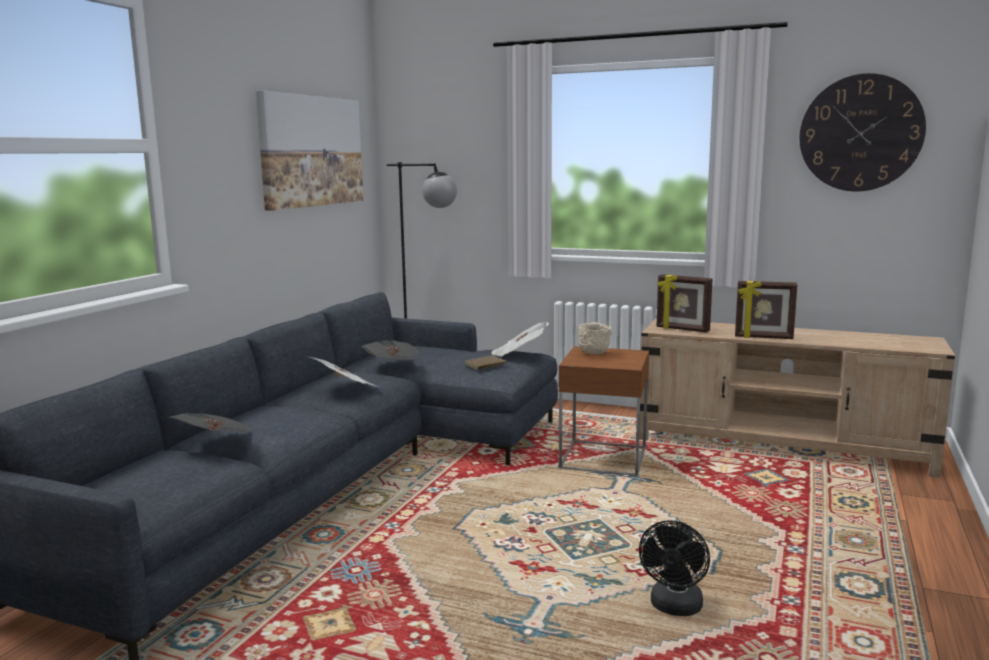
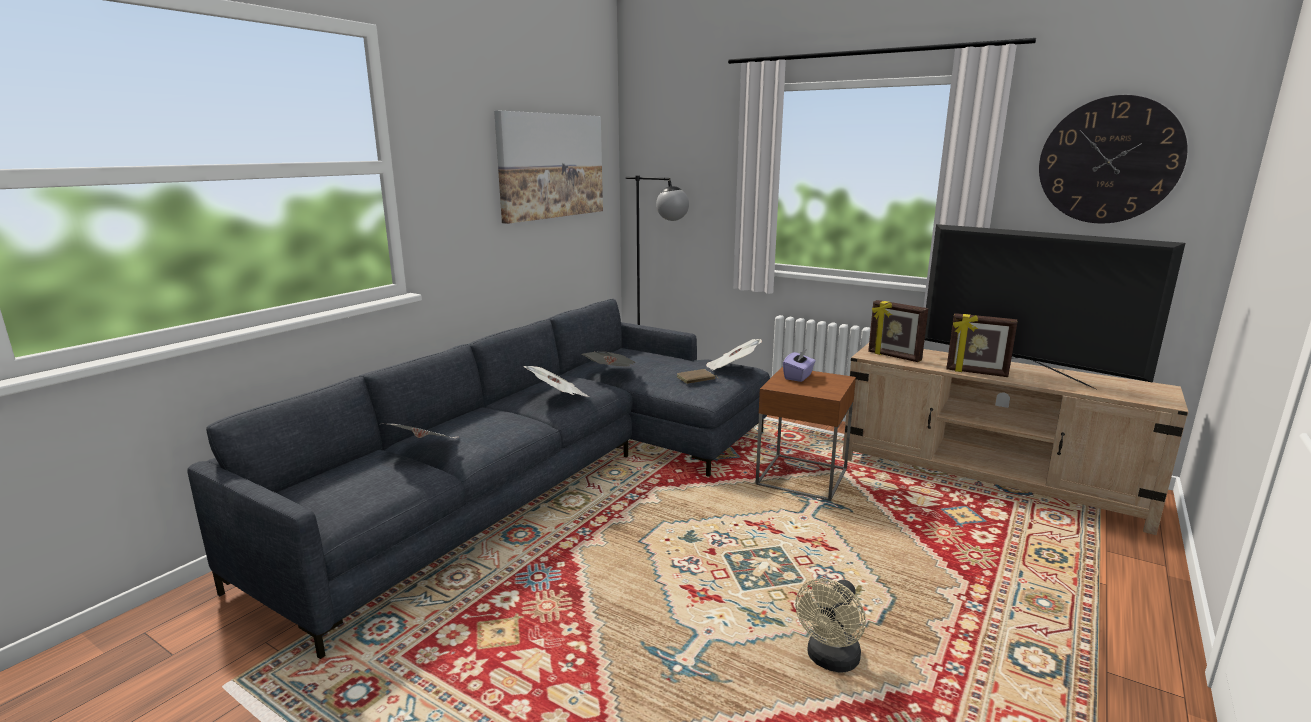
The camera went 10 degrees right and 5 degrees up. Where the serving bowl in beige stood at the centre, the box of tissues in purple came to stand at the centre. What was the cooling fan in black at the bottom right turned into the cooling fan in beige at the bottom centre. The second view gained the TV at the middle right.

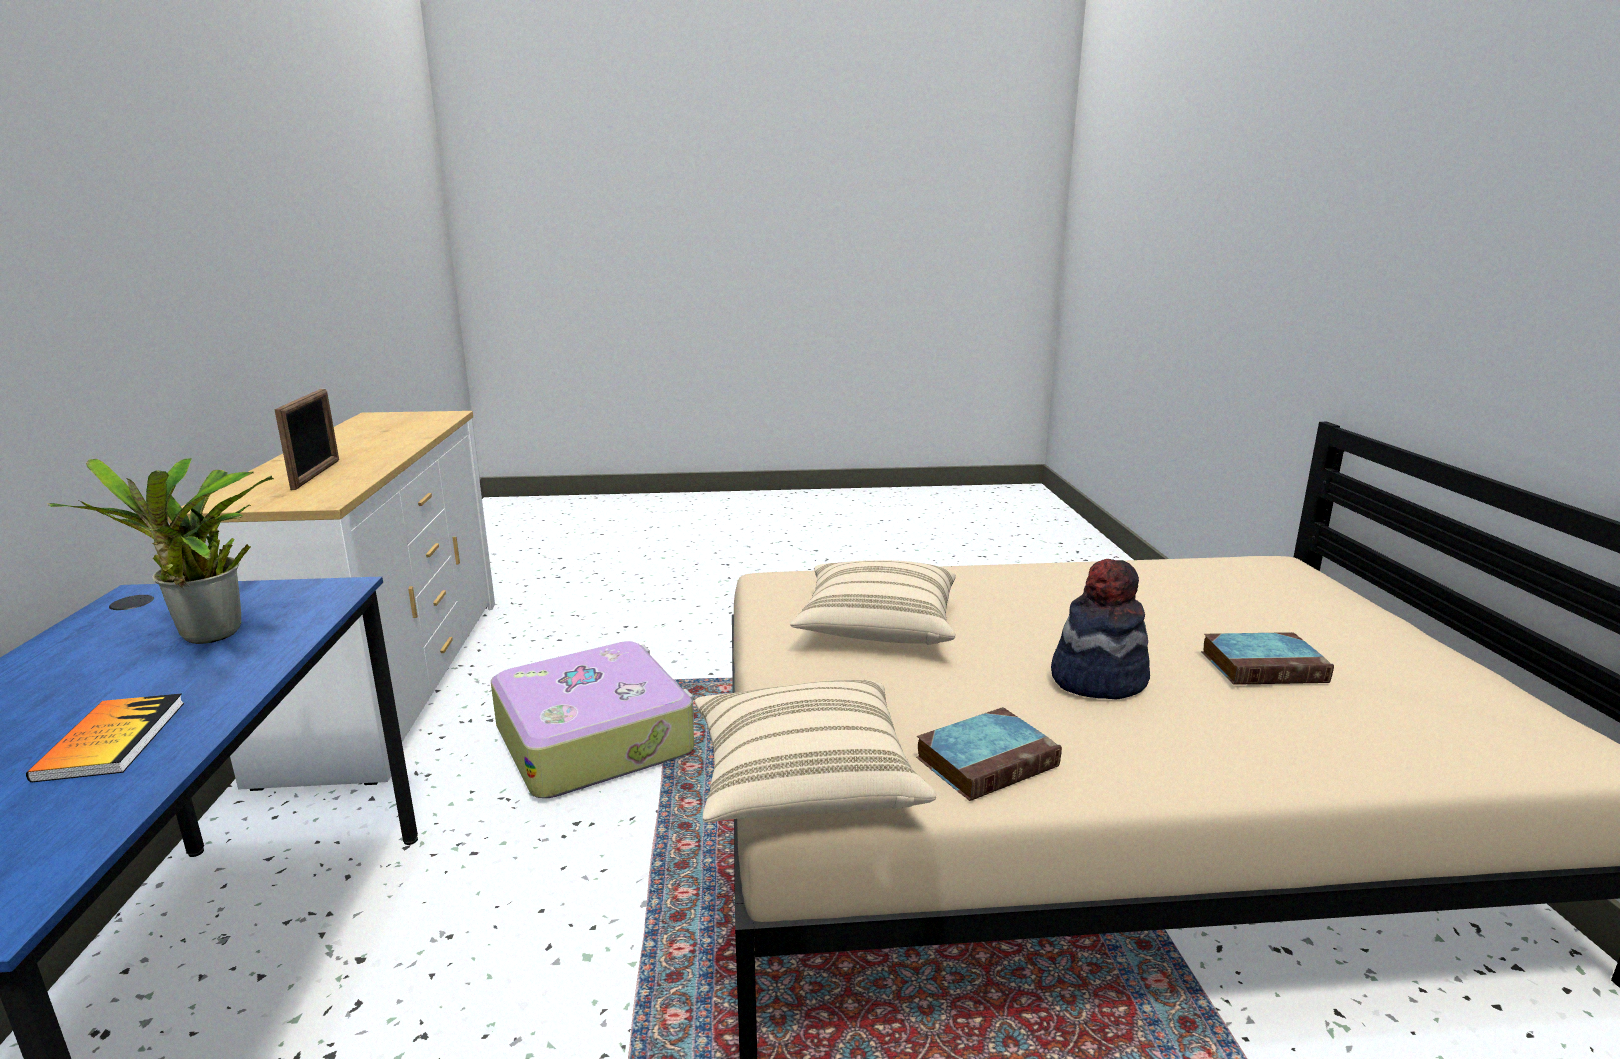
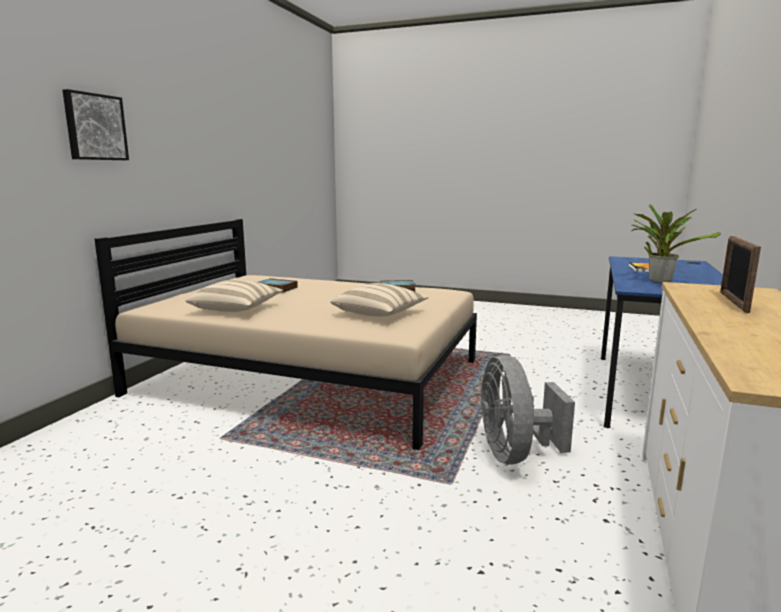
The camera went 155 degrees left and 5 degrees down. The second view gained the wall art at the top left. The throw pillow in beige (no. 1 from left) ended up elsewhere, having gone from the bottom centre to the middle left. Where the travel case stood at the bottom centre, the cooling fan in gray came to stand at the bottom right. The second view lost the hat at the middle right.

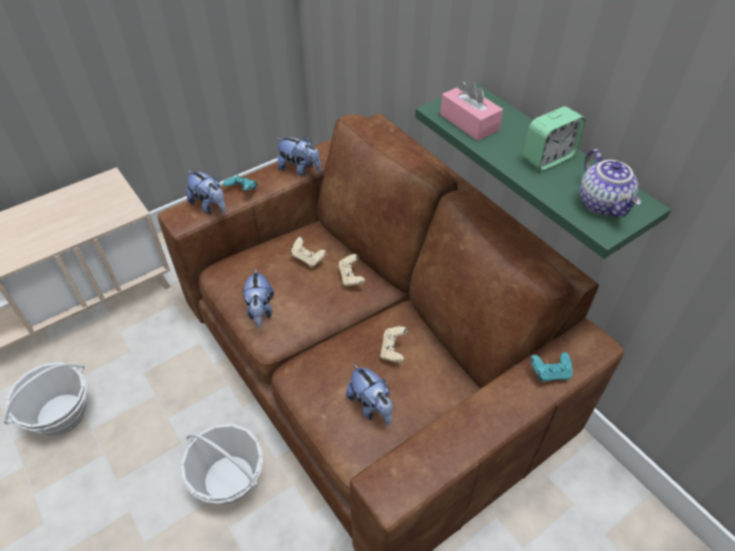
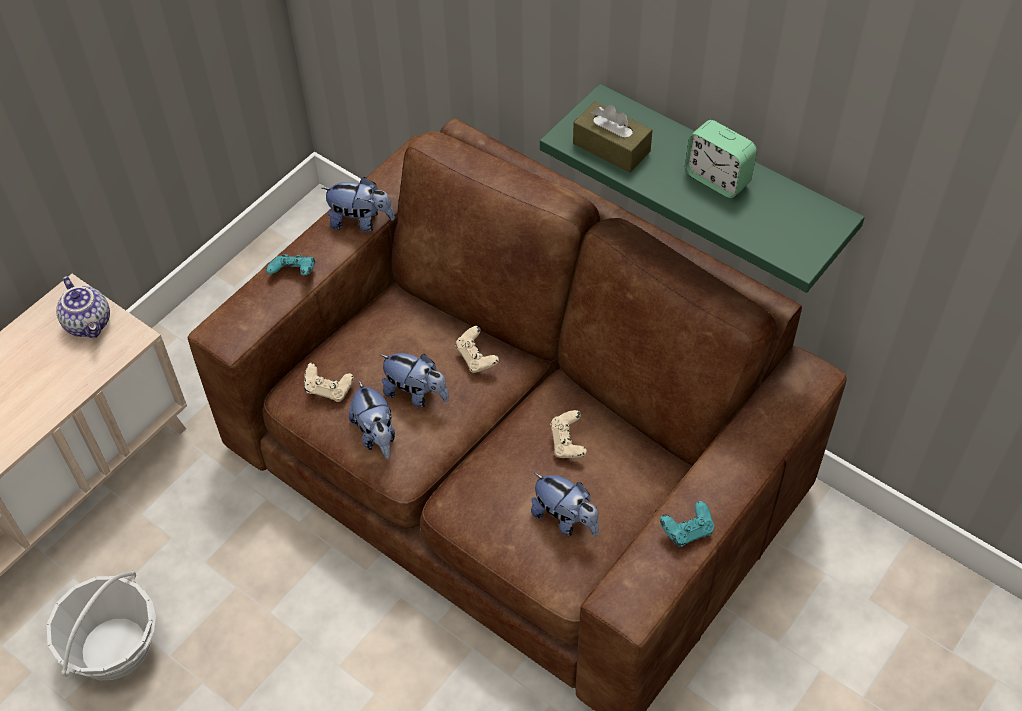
The camera went 15 degrees left and 5 degrees up. The teapot ended up elsewhere, having gone from the top right to the middle left. The joypad in beige (no. 1 from left) ended up elsewhere, having gone from the centre to the middle left. The soft toy (no. 1 from left in the first image) ended up elsewhere, having gone from the middle left to the centre. What was the box of tissues in pink-coloured at the top centre turned into the box of tissues in brownish at the top centre. The joypad in blue-green (no. 2 from left) ended up elsewhere, having gone from the middle right to the bottom right. The alarm clock at the top right ended up facing another way, 90 degrees clockwise from before. The second view lost the basket (no. 2 from left) at the bottom left.

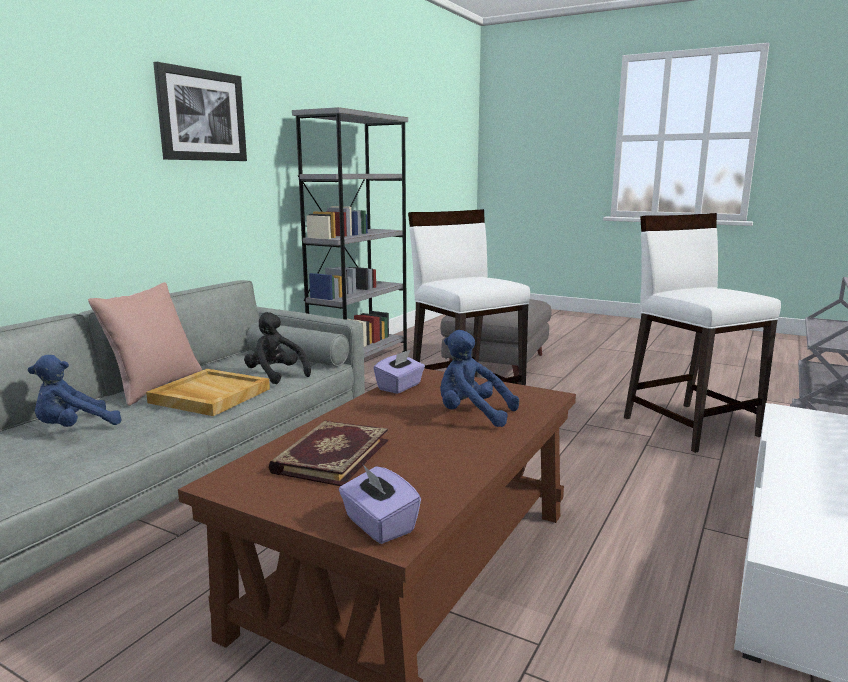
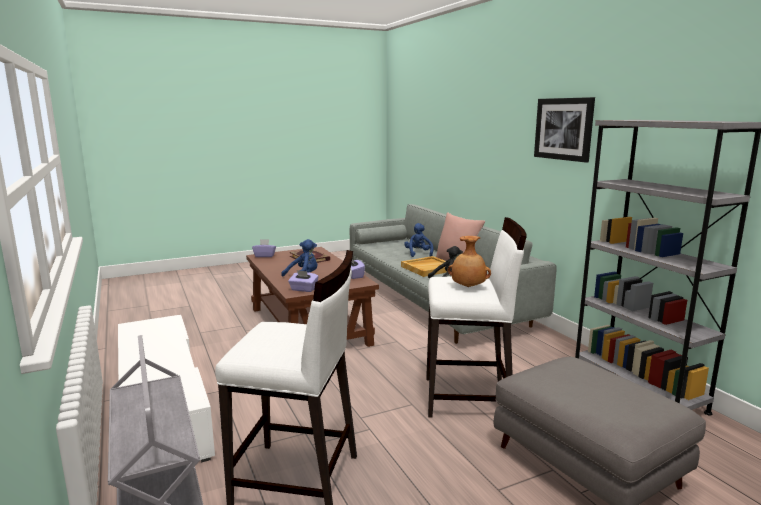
The camera went 125 degrees right and 0 degrees up. The second view gained the box of tissues in purple (no. 2 from left) at the centre. The second view gained the decorative vase in brownish at the centre.

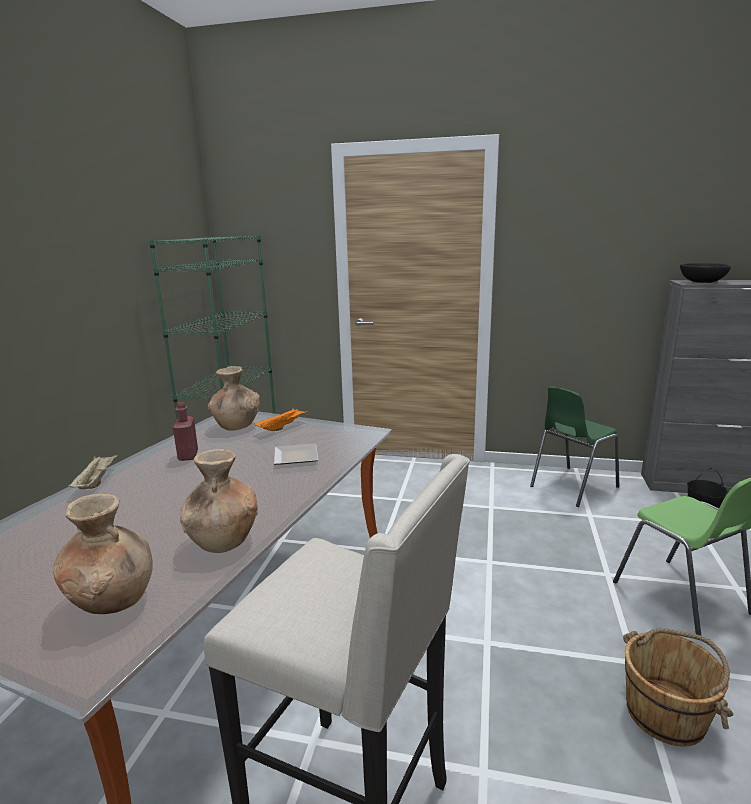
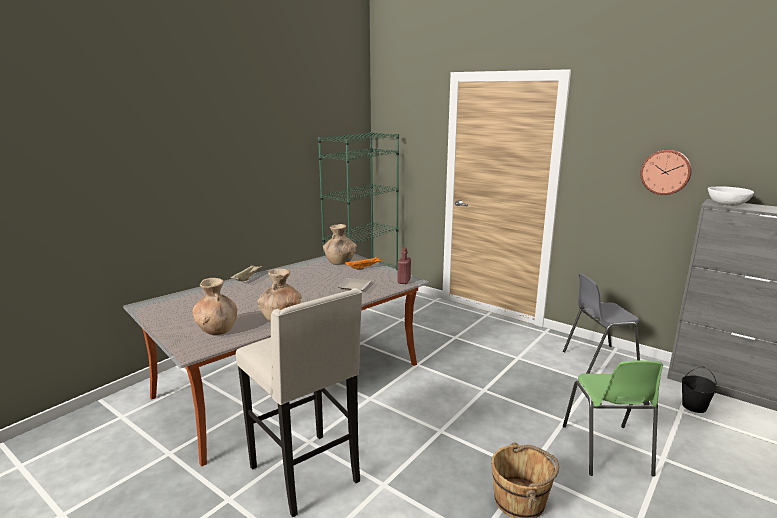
The camera went 25 degrees right and 0 degrees up. The bottle in red ended up elsewhere, having gone from the middle left to the centre. What was the chair in greenish (no. 1 from left) at the middle right turned into the chair in gray at the middle right. The second view gained the wall clock at the top right. What was the serving bowl in black at the middle right turned into the serving bowl in white-coloured at the middle right.

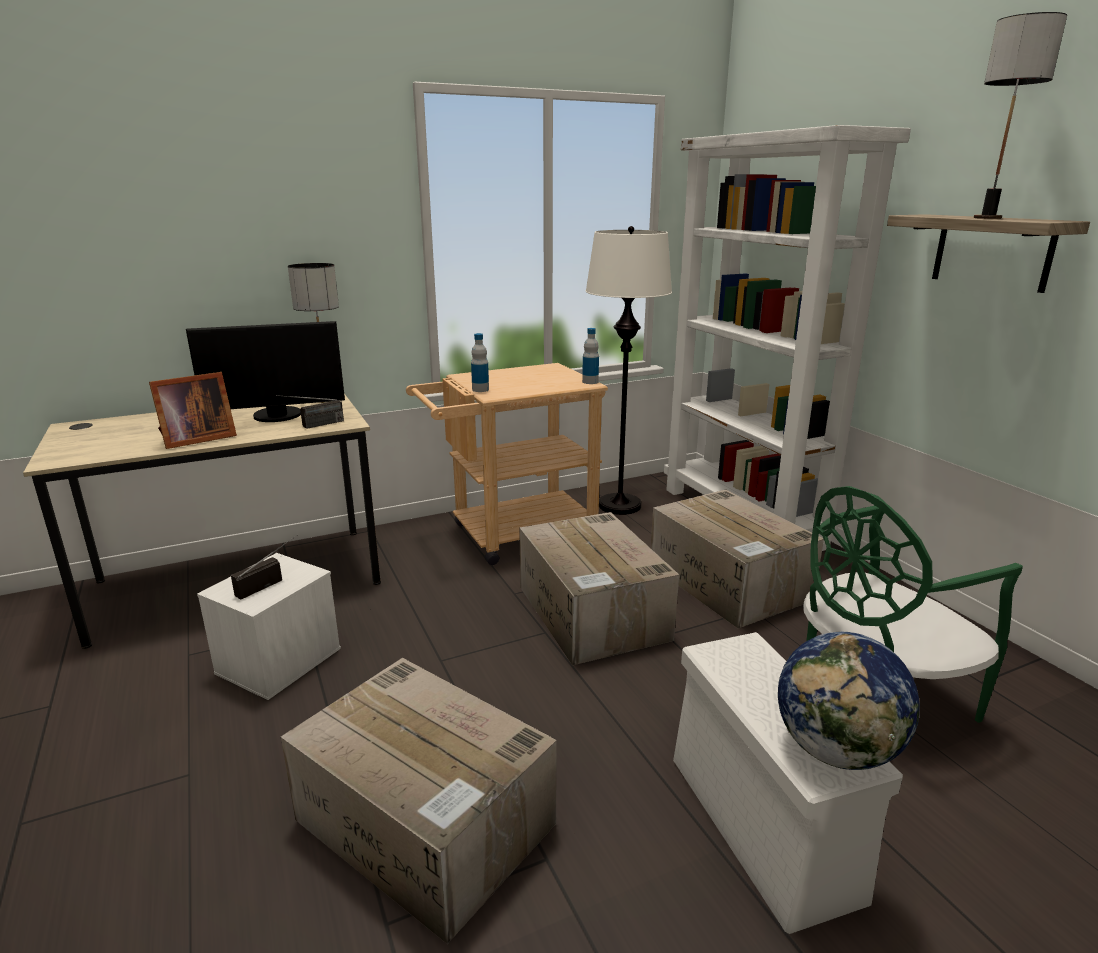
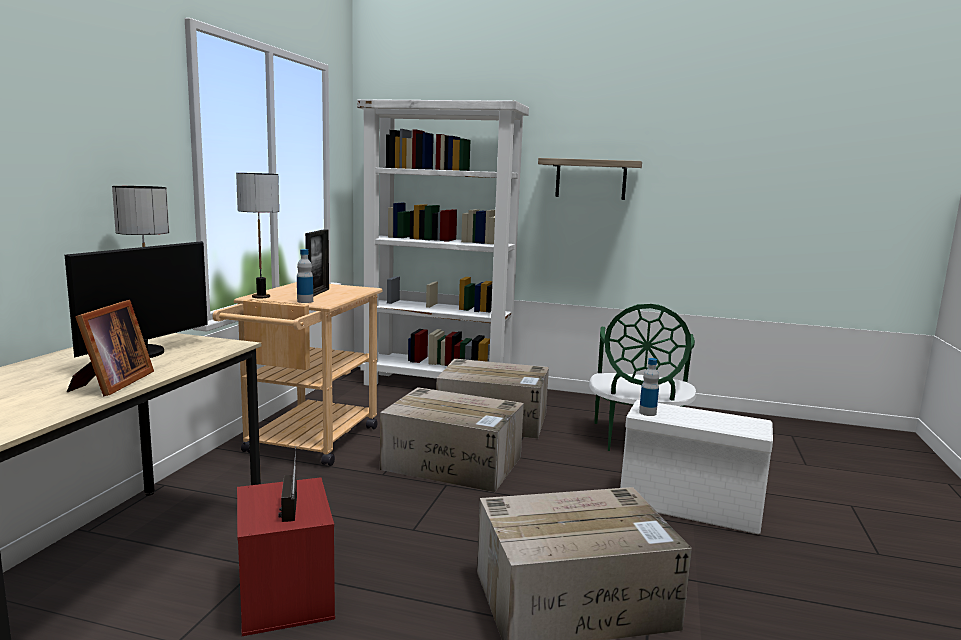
The camera went 50 degrees left and 10 degrees down. The lamp for a table (no. 2 from left) ended up elsewhere, having gone from the top right to the middle left. What was the storage bin in white-coloured (no. 1 from left) at the middle left turned into the storage bin in red at the bottom left. The second view gained the standing frame (no. 2 from left) at the middle left. The bottle (no. 2 from left) ended up elsewhere, having gone from the centre to the middle right. The second view lost the radio receiver (no. 2 from left) at the middle left. The second view lost the standard lamp in white-coloured at the centre. The second view lost the world globe at the bottom right.

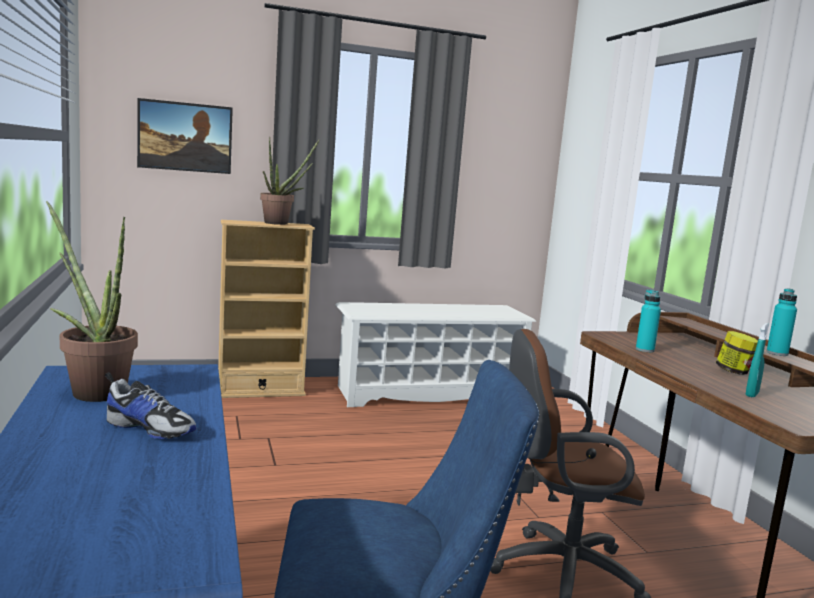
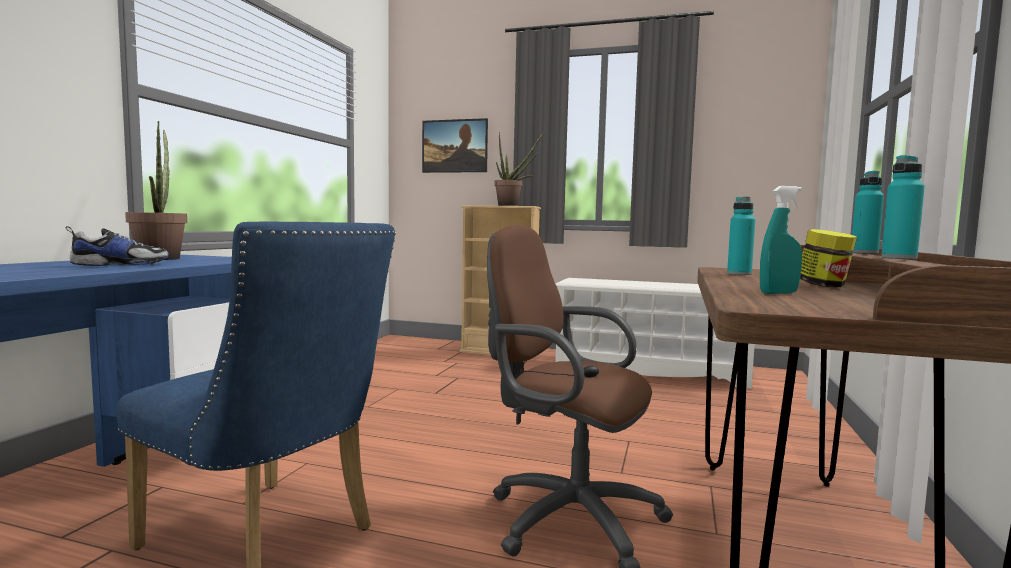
The camera went 35 degrees right and 5 degrees down. The low shoe at the bottom left ended up facing another way, 90 degrees counterclockwise from before. The second view gained the bottle in blue-green (no. 2 from left) at the middle right.

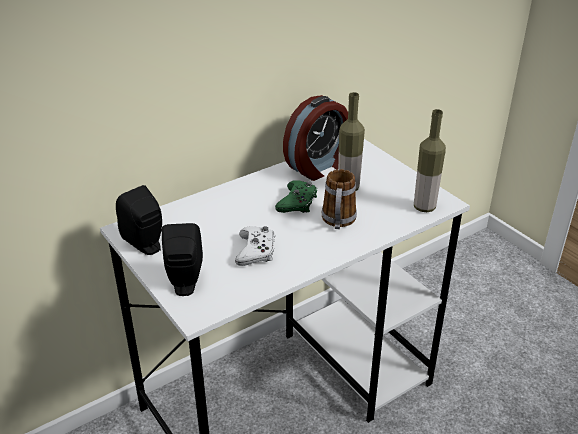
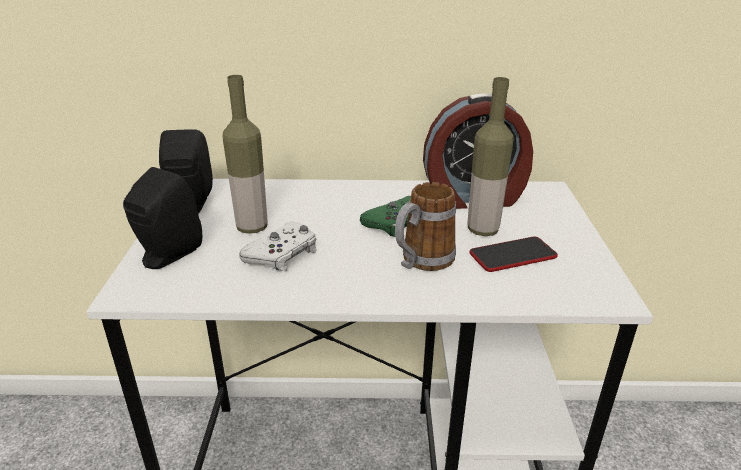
The camera went 35 degrees right and 5 degrees down. The bottle (no. 2 from left in the first image) ended up elsewhere, having gone from the middle right to the top left. The second view gained the telephone at the middle right.

